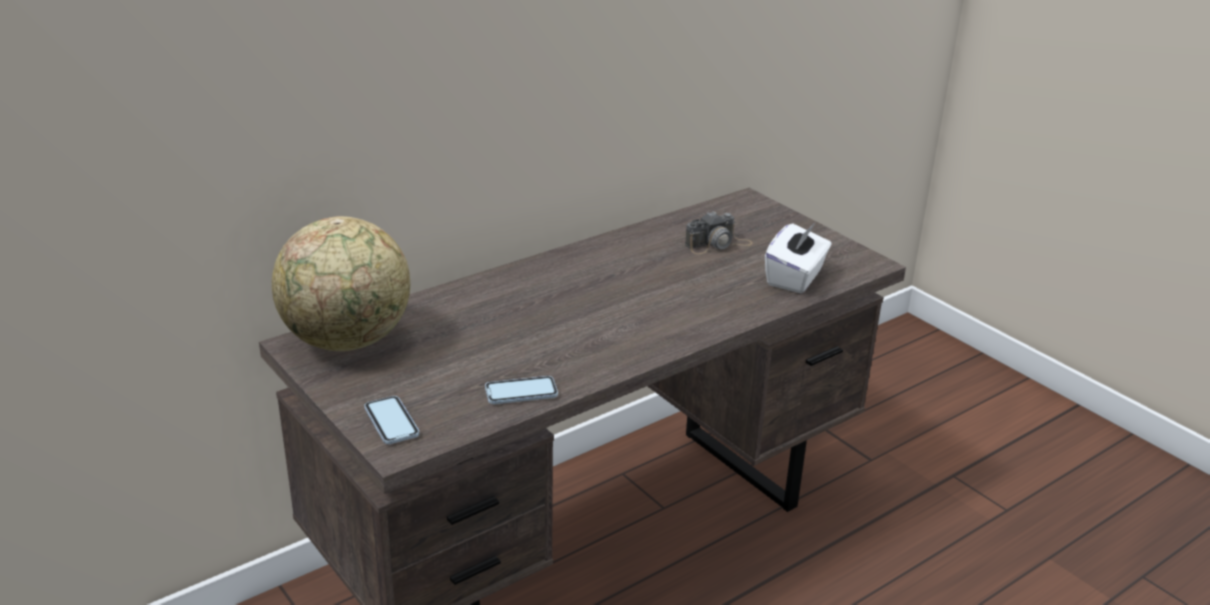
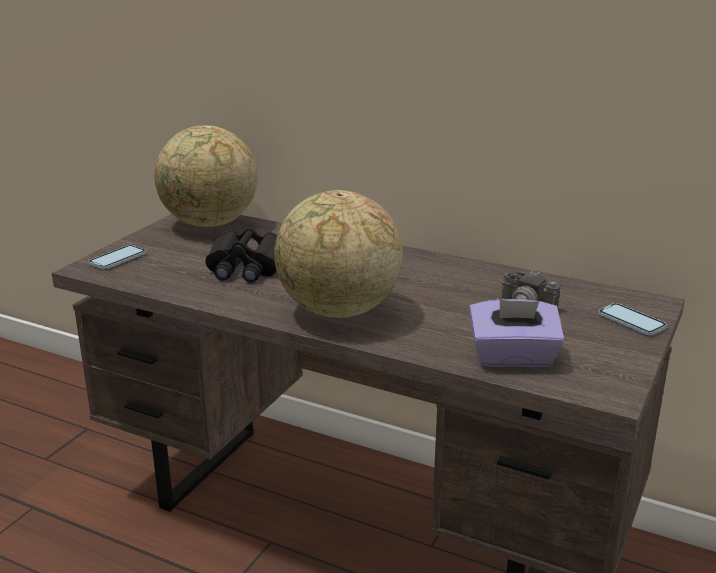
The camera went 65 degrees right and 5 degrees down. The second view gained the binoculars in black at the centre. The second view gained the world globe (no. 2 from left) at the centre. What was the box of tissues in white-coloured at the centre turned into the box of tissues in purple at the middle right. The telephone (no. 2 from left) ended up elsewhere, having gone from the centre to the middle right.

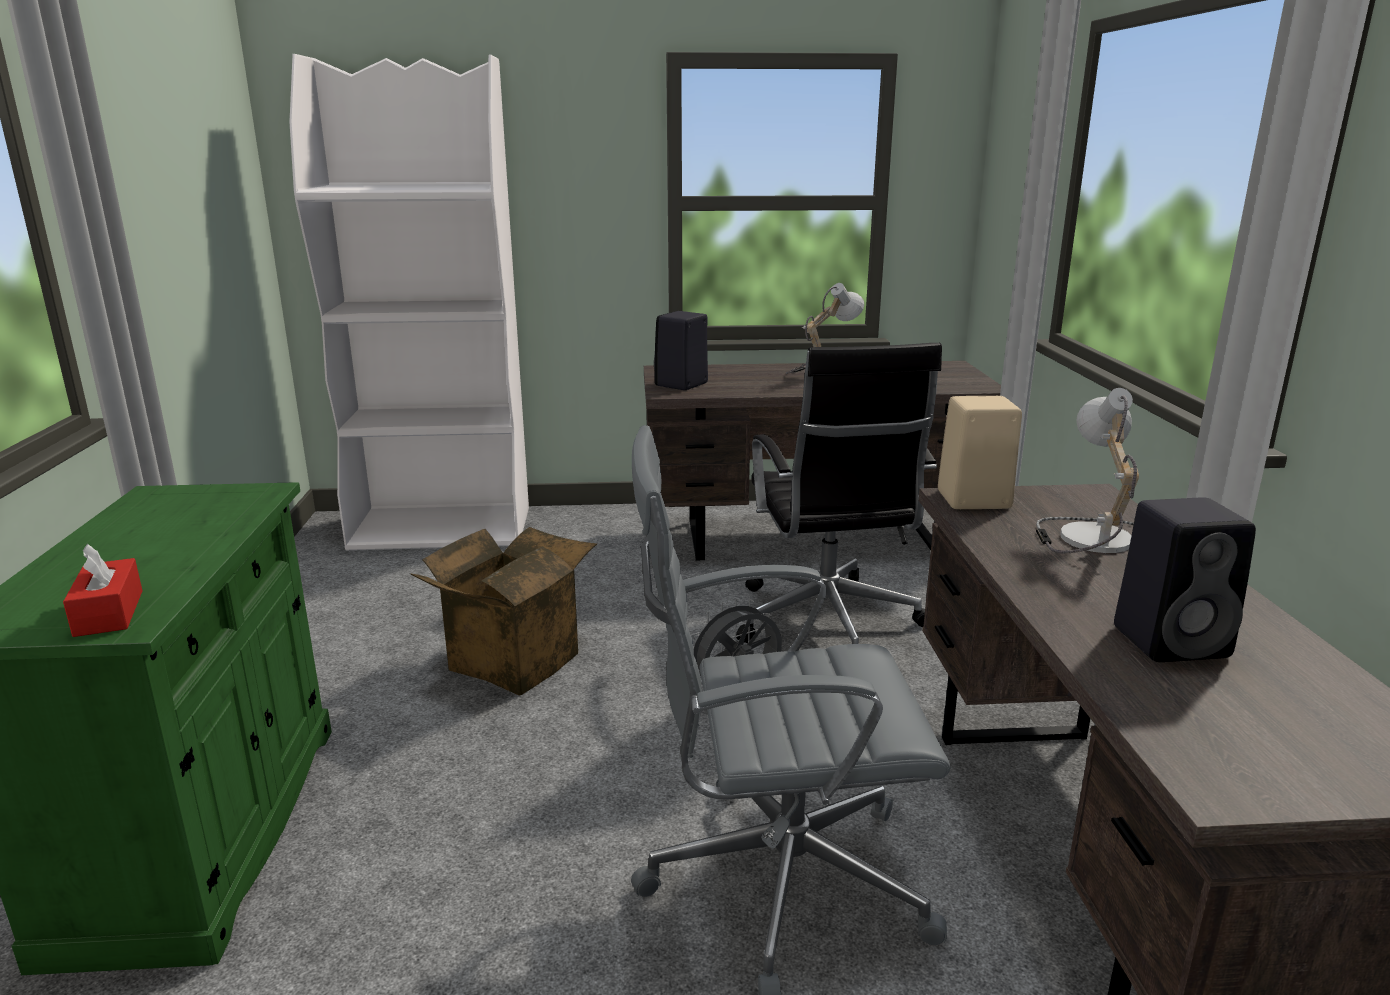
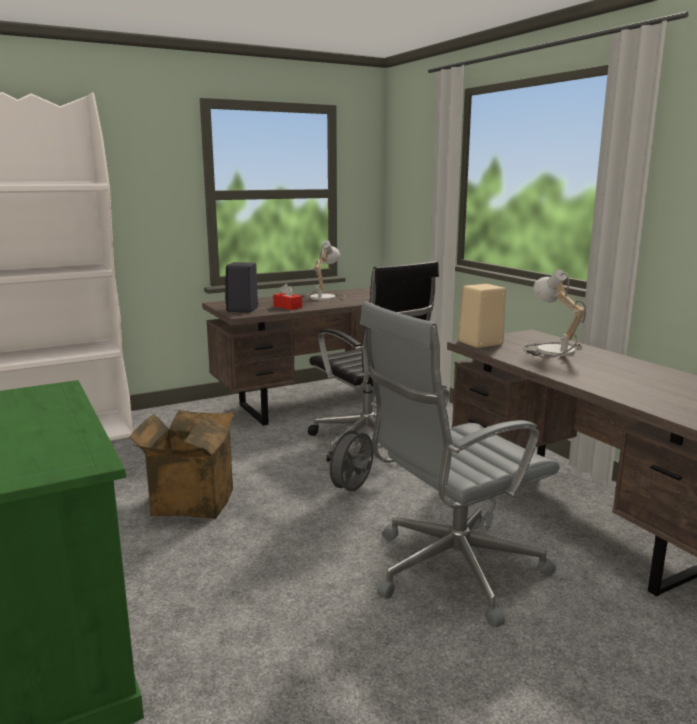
The camera went 25 degrees left and 5 degrees down. The box of tissues in red ended up elsewhere, having gone from the middle left to the centre. The second view lost the speaker in black (no. 2 from left) at the middle right.

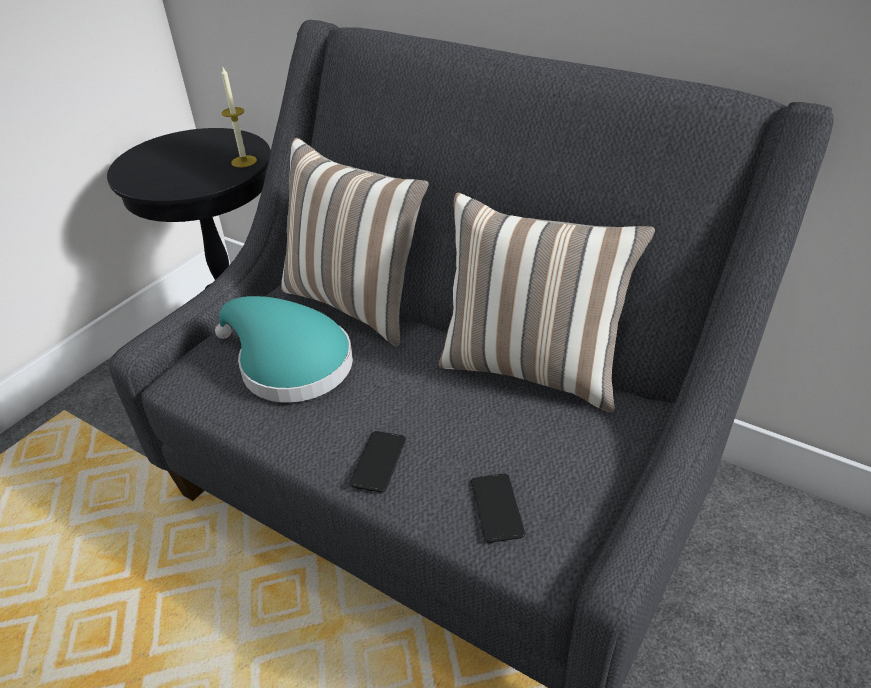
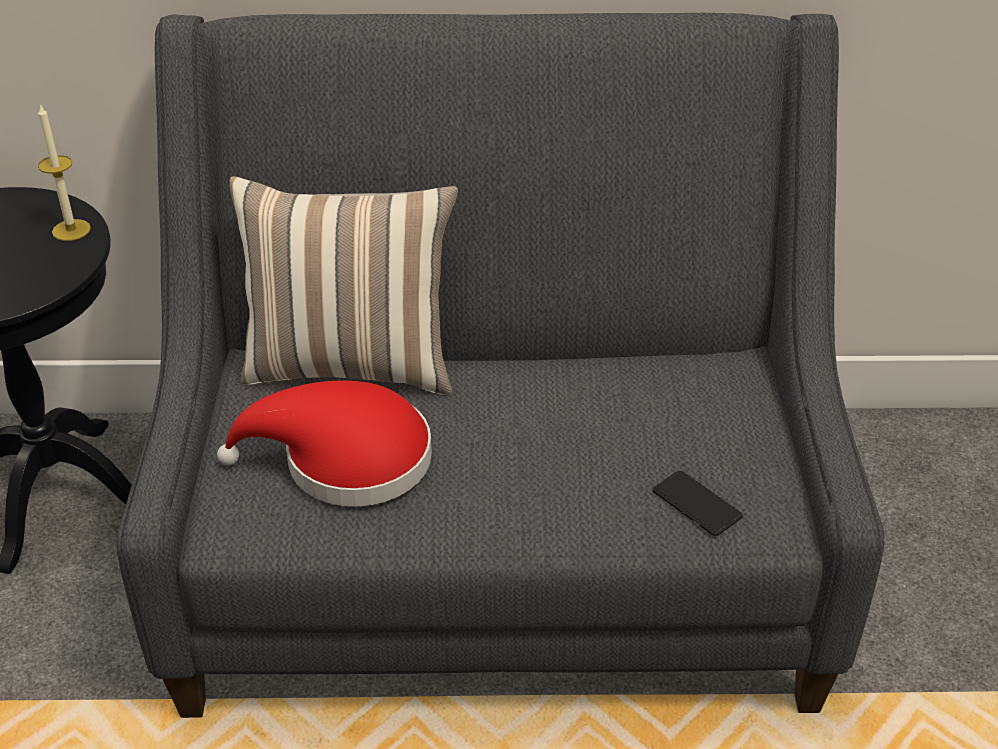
The camera went 35 degrees left and 0 degrees up. What was the hat in blue-green at the middle left turned into the hat in red at the middle left. The second view lost the telephone (no. 1 from left) at the bottom centre. The second view lost the throw pillow (no. 2 from left) at the centre.

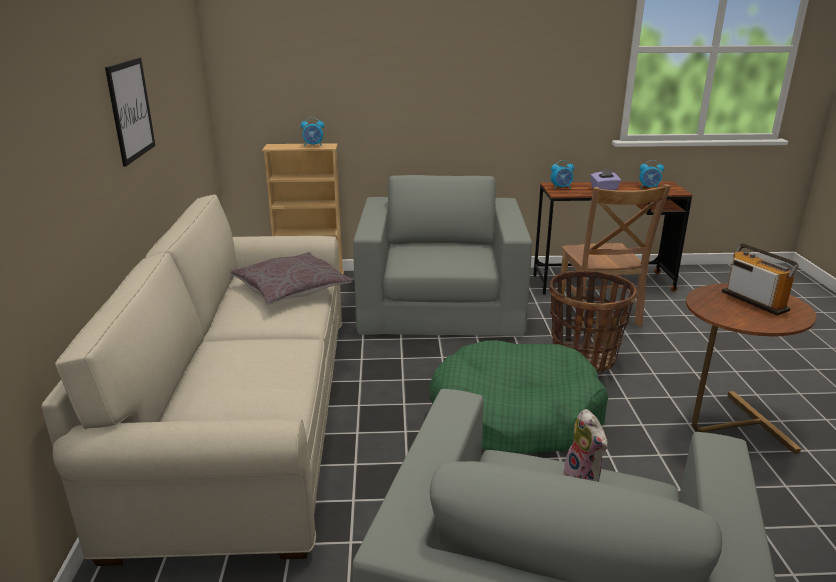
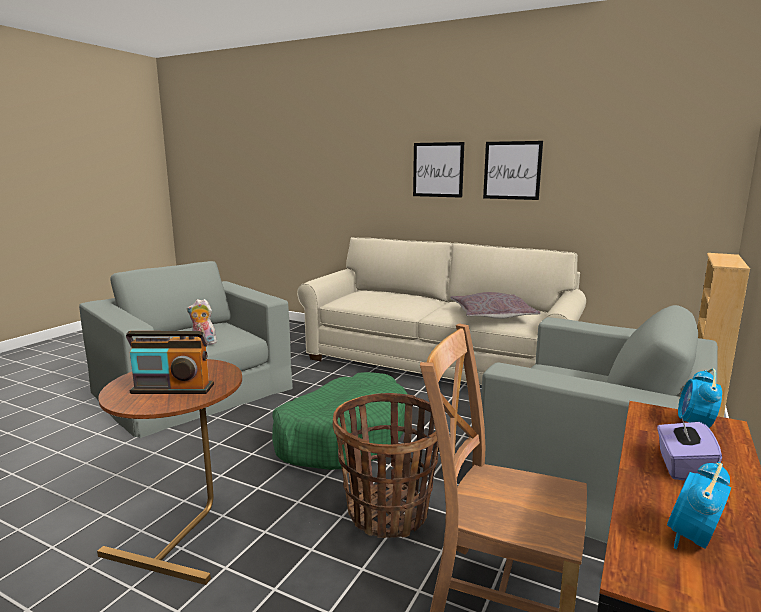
The camera went 120 degrees right and 10 degrees down. The second view gained the wall art (no. 1 from left) at the top centre. The second view lost the alarm clock (no. 1 from left) at the top centre.

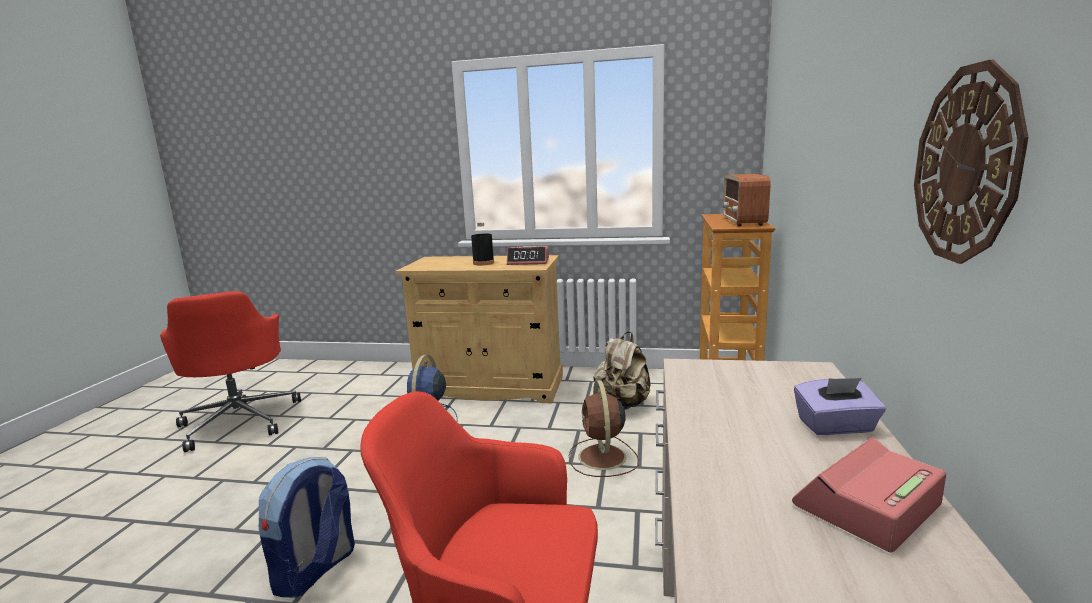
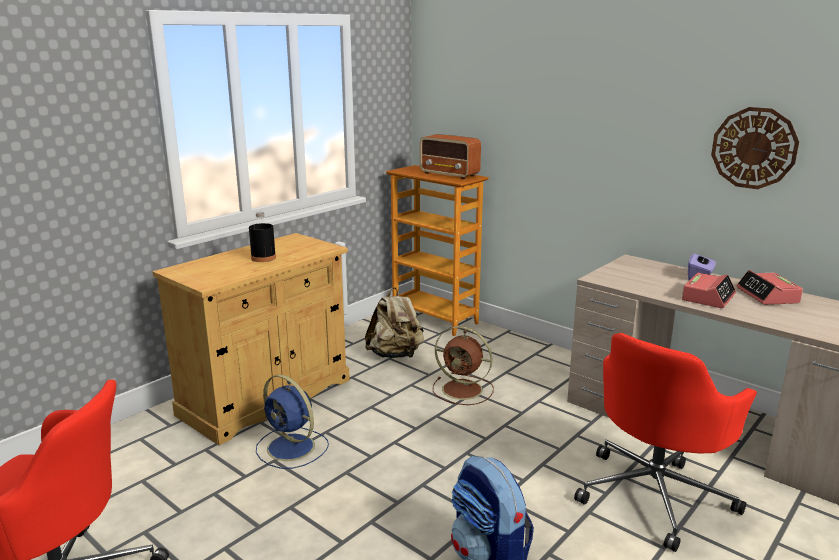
The camera went 60 degrees left and 5 degrees up. The alarm clock (no. 1 from left) ended up elsewhere, having gone from the centre to the middle right.

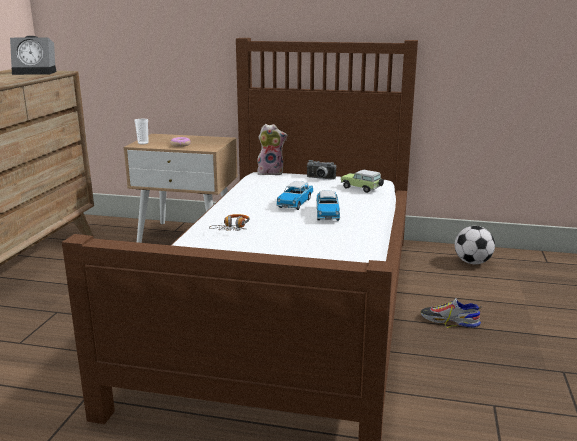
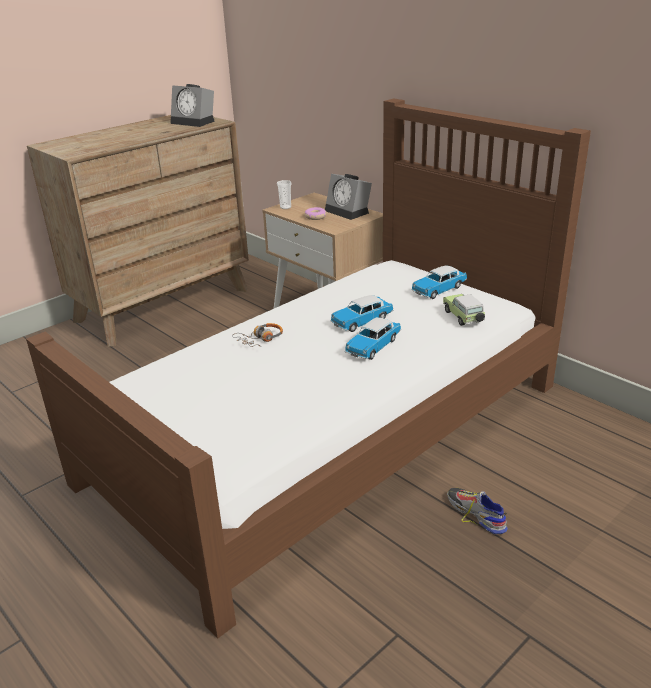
The camera went 35 degrees right and 10 degrees up. The second view gained the alarm clock (no. 2 from left) at the top centre. Where the photo camera stood at the centre, the miniature car (no. 3 from left) came to stand at the middle right. The second view lost the soft toy at the centre. The second view lost the football ball at the middle right.

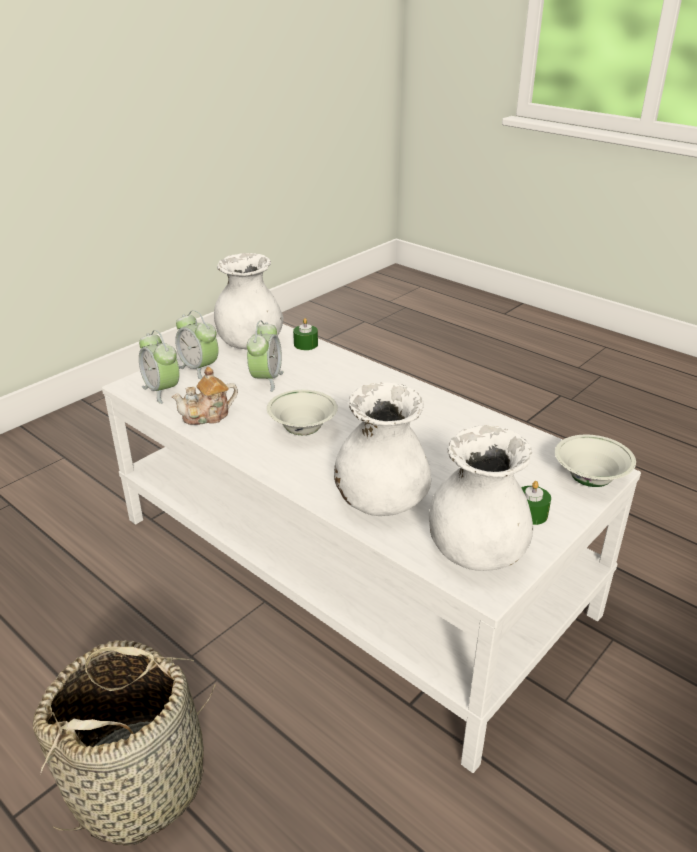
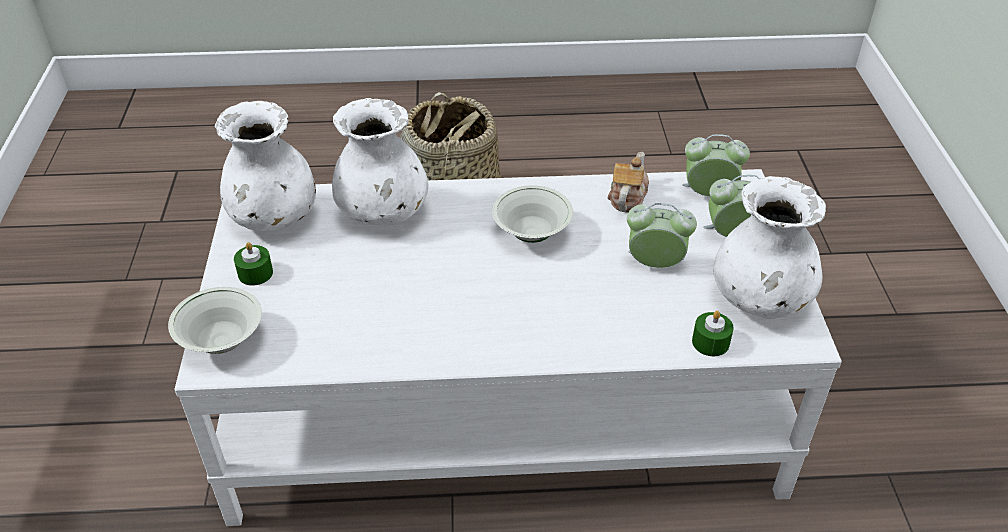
The camera went 135 degrees right and 10 degrees up. The alarm clock (no. 3 from left in the first image) at the centre ended up facing another way, 135 degrees clockwise from before.

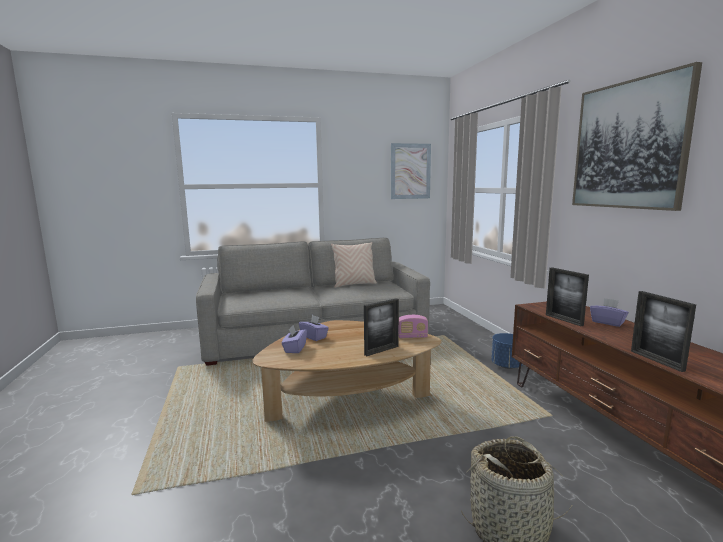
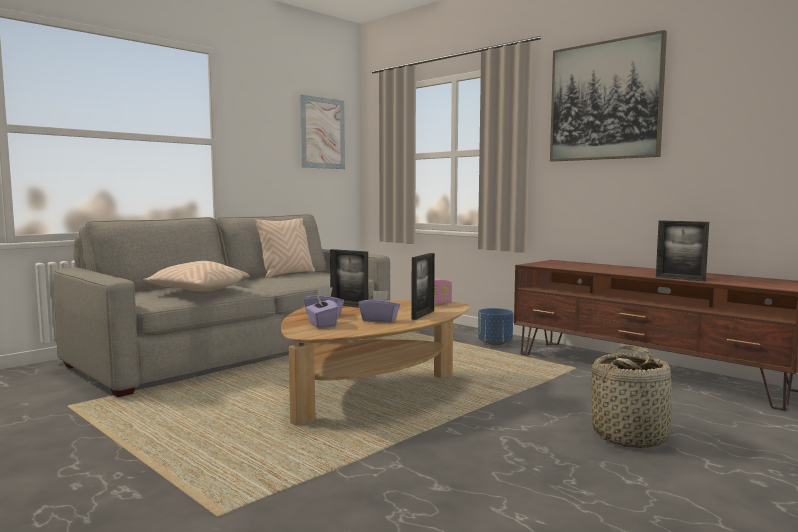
The camera went 30 degrees left and 5 degrees down. The second view gained the throw pillow in beige (no. 1 from left) at the middle left. The standing frame (no. 2 from left in the first image) ended up elsewhere, having gone from the middle right to the centre. The box of tissues in purple (no. 3 from left) ended up elsewhere, having gone from the middle right to the centre.

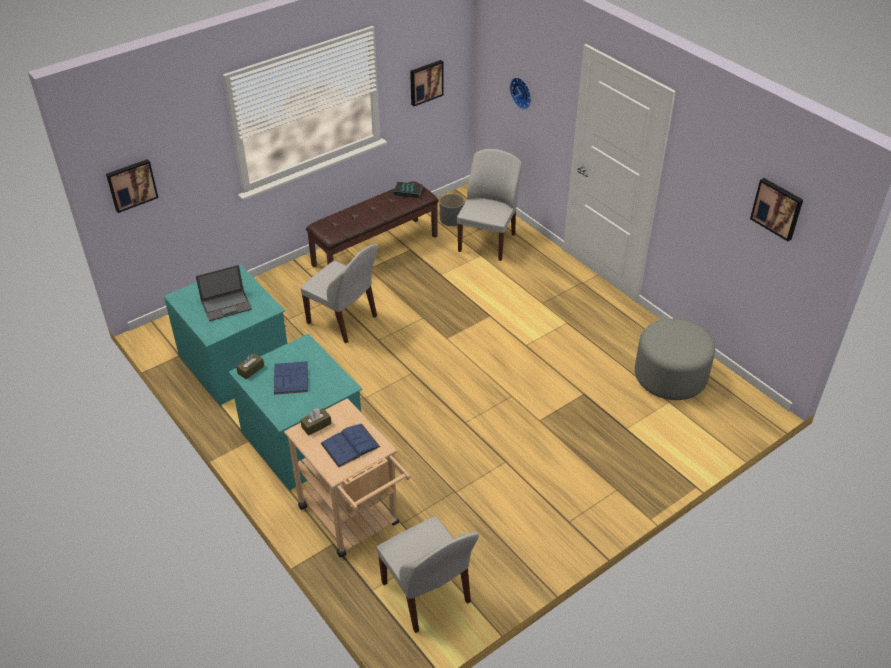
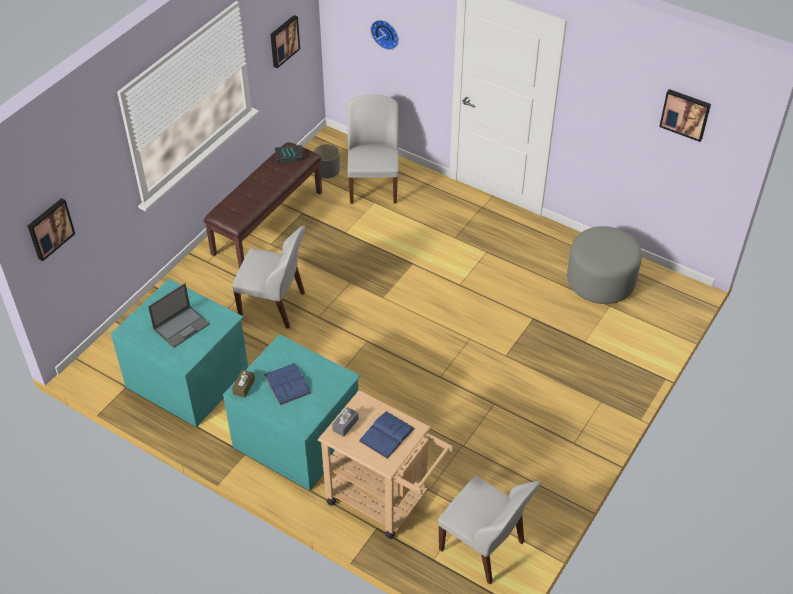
The camera went 20 degrees left and 5 degrees up. What was the box of tissues in brownish (no. 2 from left) at the centre turned into the box of tissues in gray at the bottom centre.

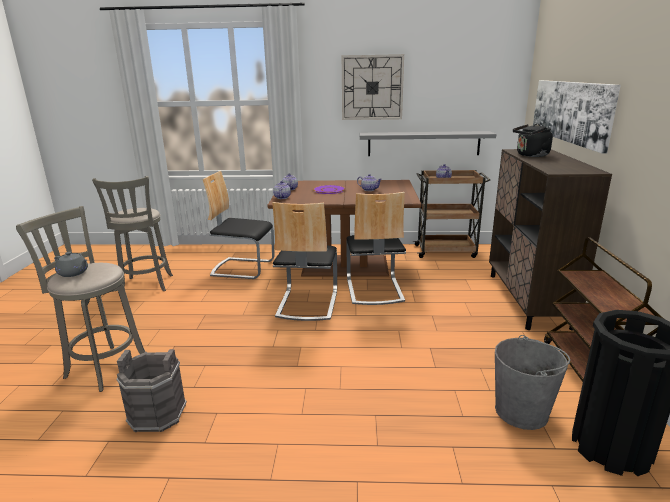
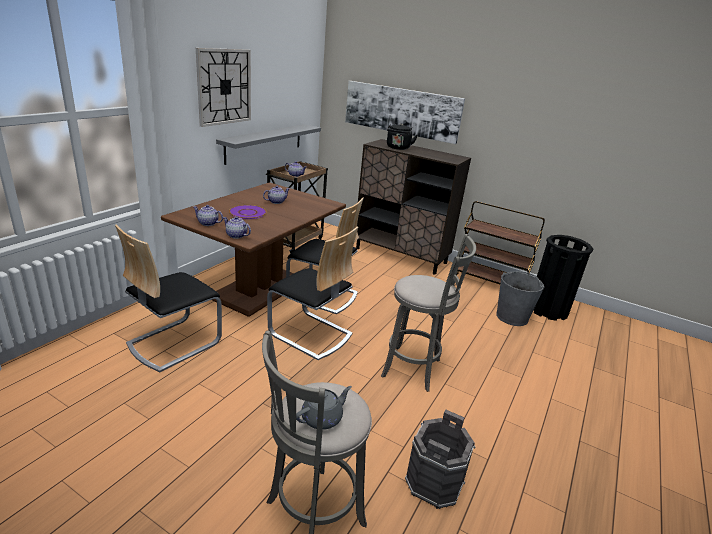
The camera went 65 degrees left and 5 degrees up. The stool in gray (no. 2 from left) ended up elsewhere, having gone from the middle left to the centre.

